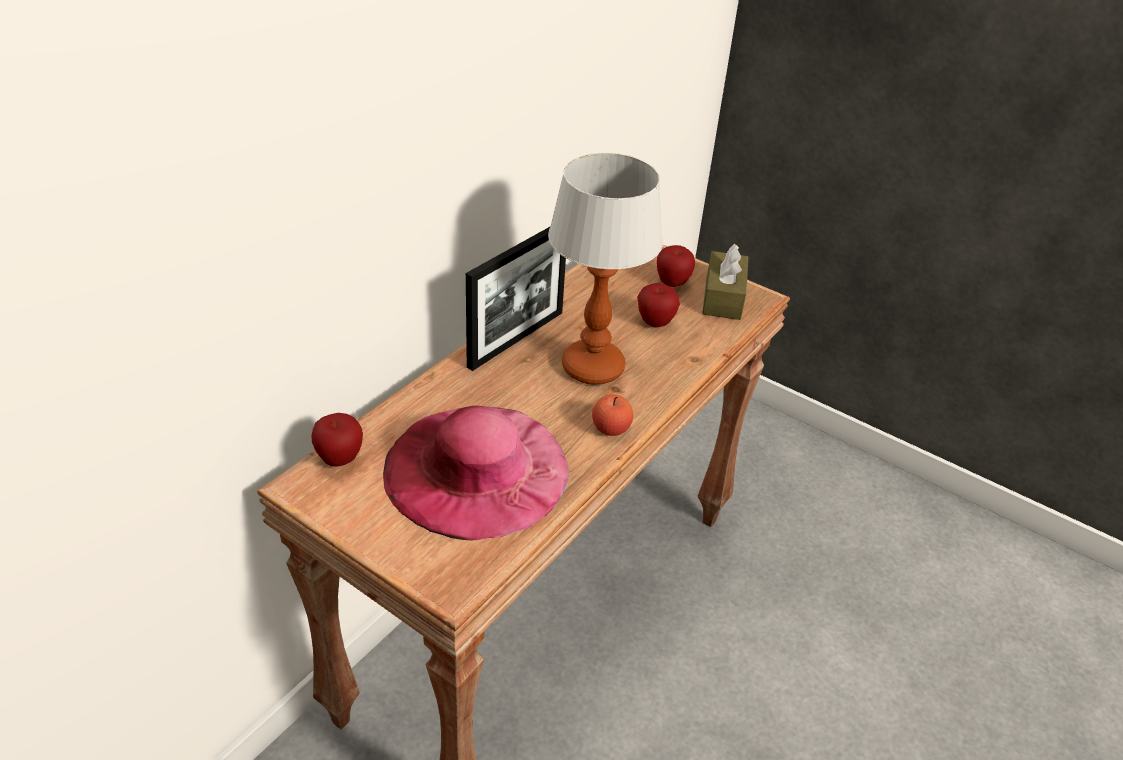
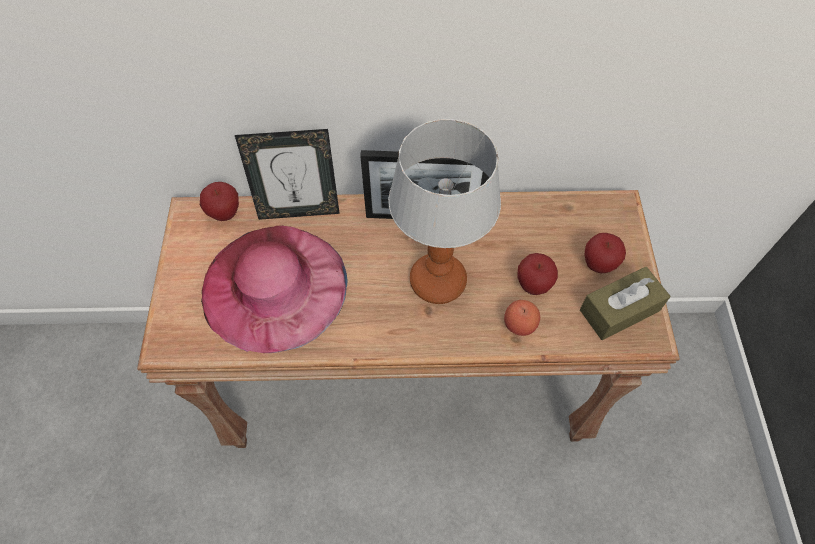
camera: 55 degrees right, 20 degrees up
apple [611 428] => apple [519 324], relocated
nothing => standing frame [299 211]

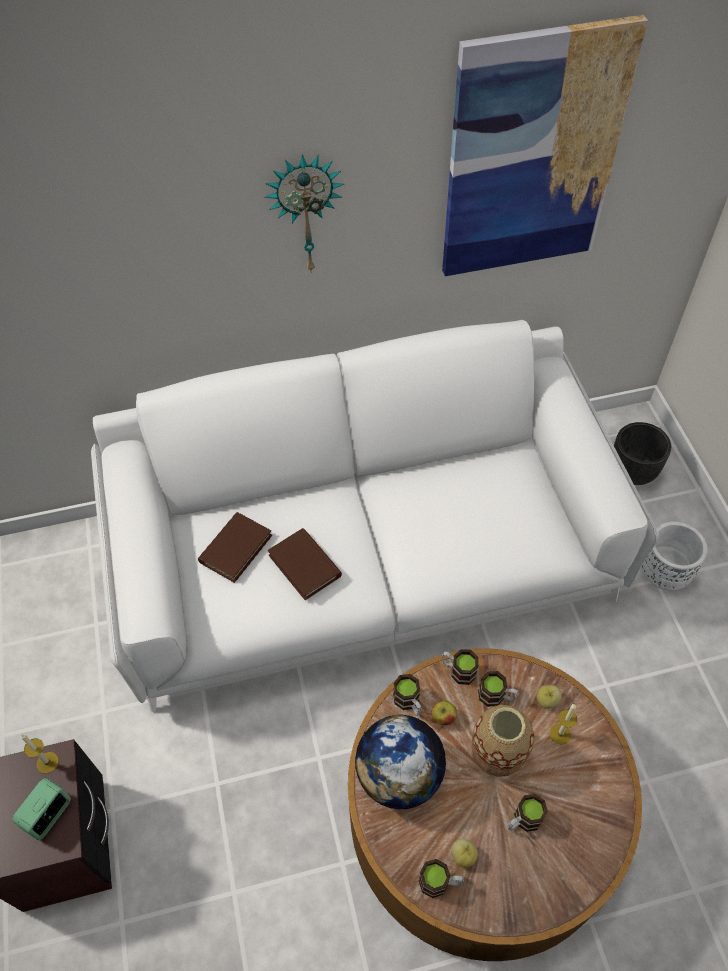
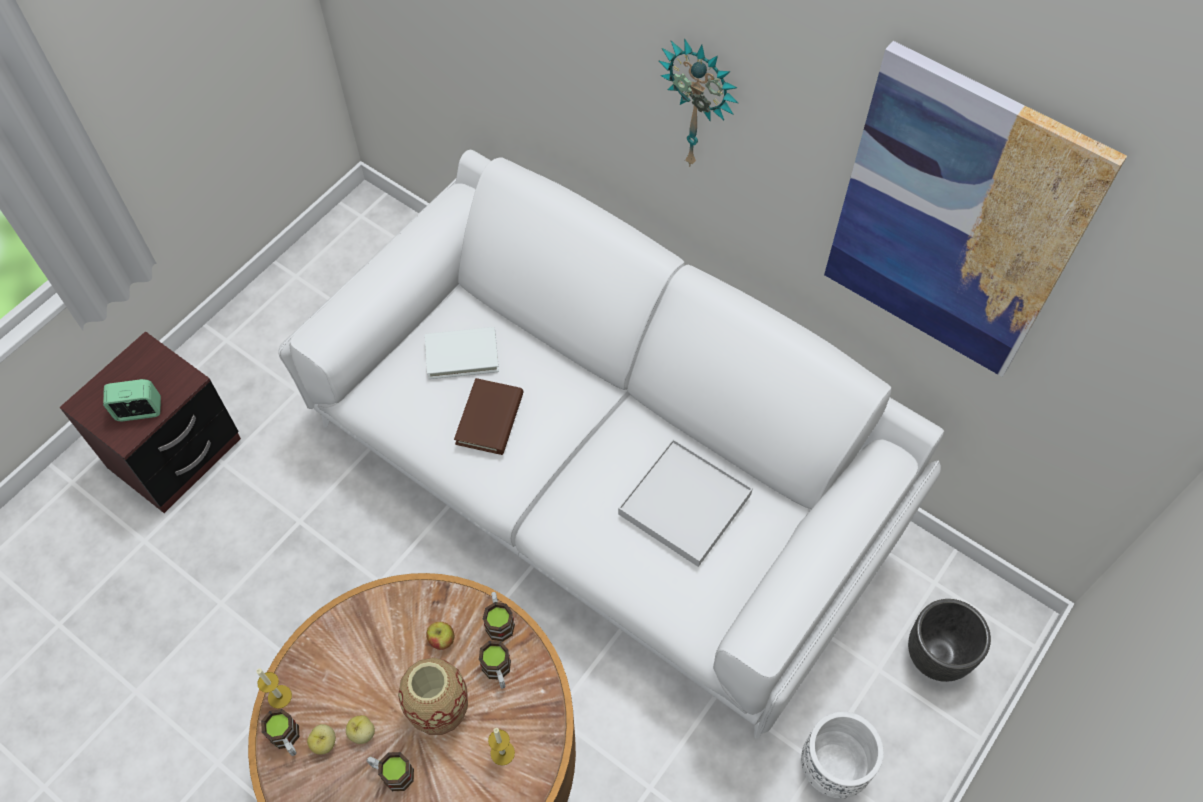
camera: 50 degrees right, 5 degrees up
wax candle [47 762] => wax candle [279 696], relocated
brownish volume [235 549] => white-coloured volume [462 355]
world globe [399 775] => nothing
tea mug [409 702] => nothing
apple [547 701] => apple [362 733], relocated
nothing => white-coloured serving tray [684 504]

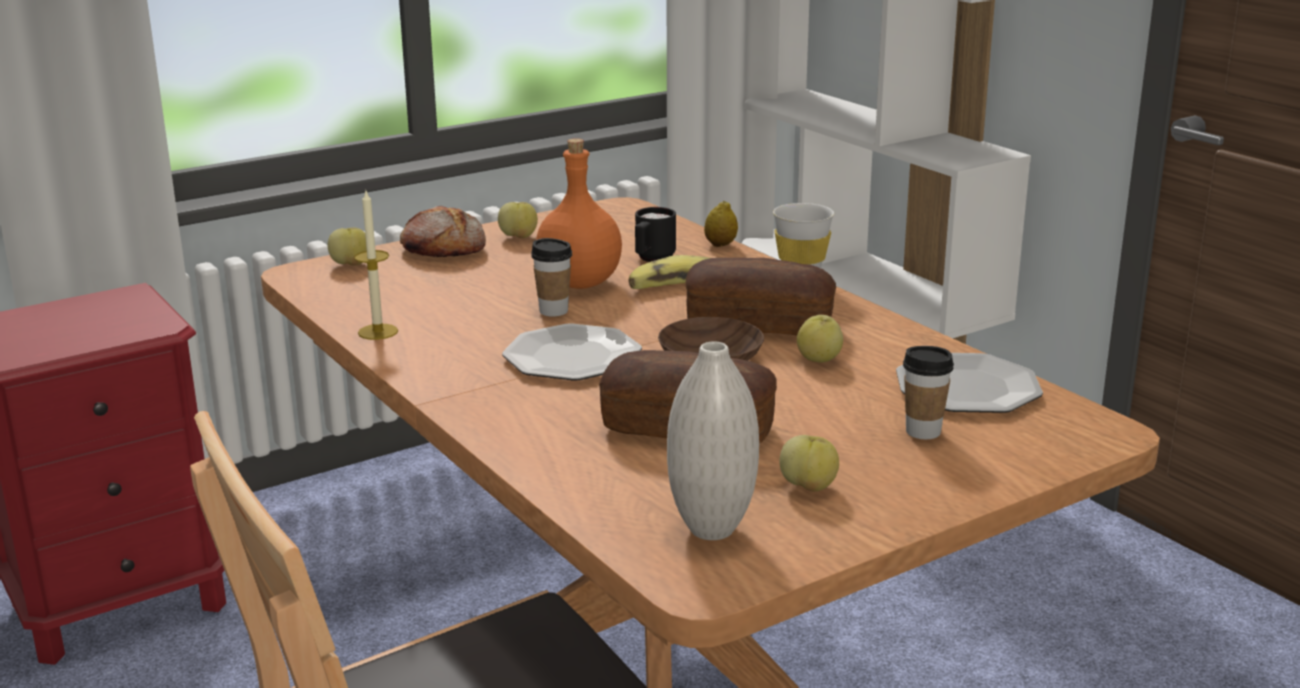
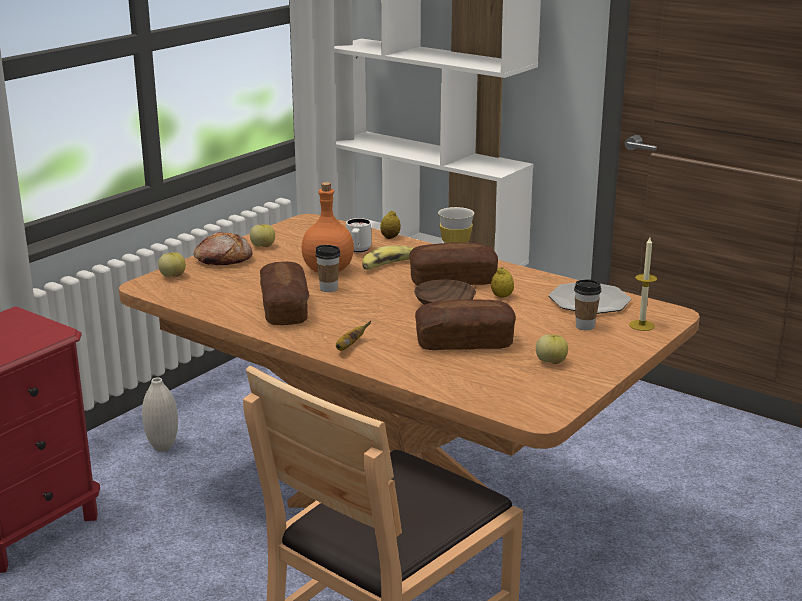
camera: 20 degrees left, 0 degrees up
wax candle [378 332] => wax candle [641 325], relocated
dinner plate [572 357] => nothing
blackish tea mug [652 259] => white-coloured tea mug [358 251]
white-coloured flower vase [712 529] => white-coloured flower vase [163 447], relocated
apple [819 359] => whole lemon [502 296]
nothing => bread [284 309]
nothing => banana [349 346]

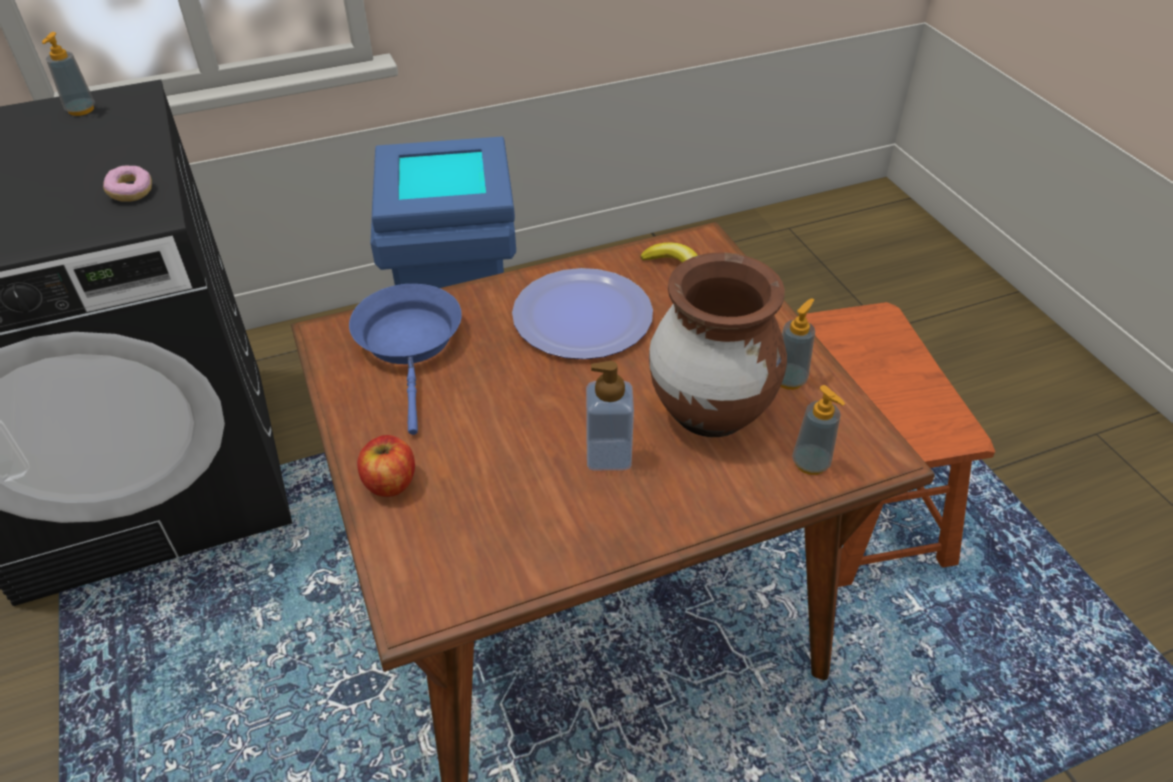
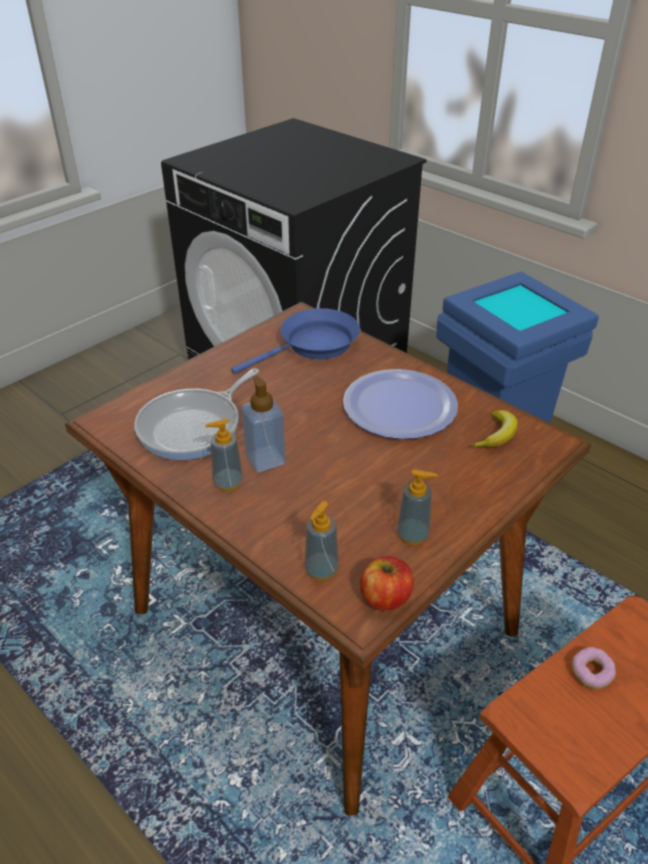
camera: 65 degrees right, 5 degrees down
soap dispenser [81 110] => soap dispenser [228 483], relocated
ring doughnut [131 192] => ring doughnut [591 673], relocated
apple [390 482] => apple [385 597], relocated
brownish flower vase [709 412] => nothing
nothing => frying pan [194 427]

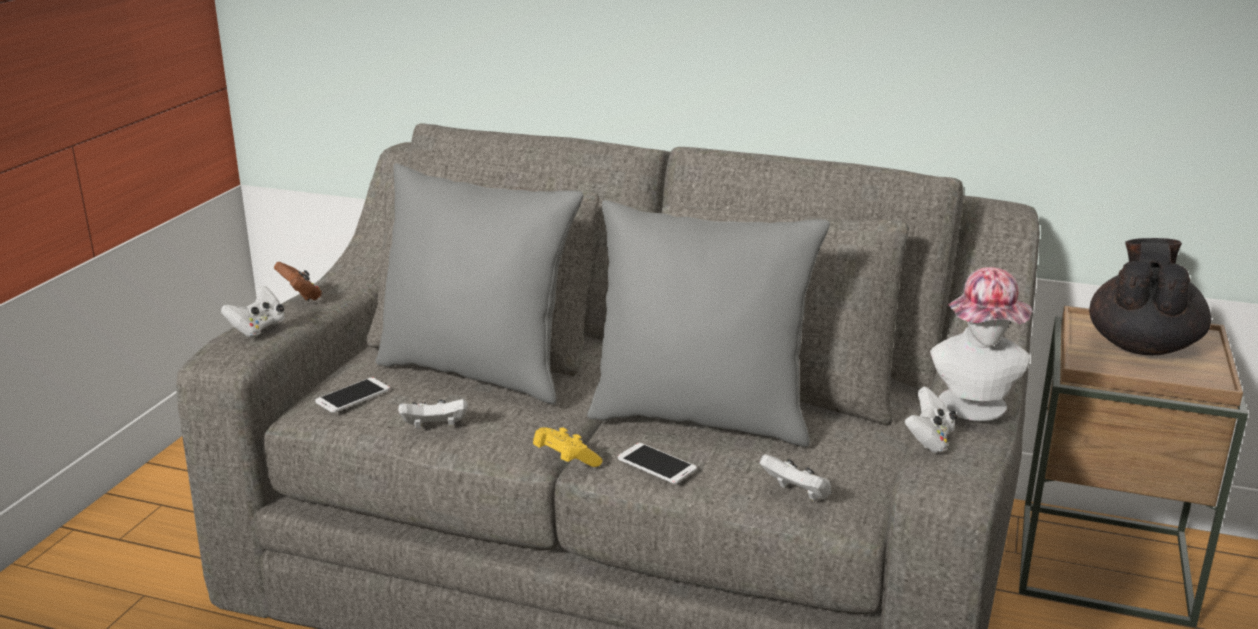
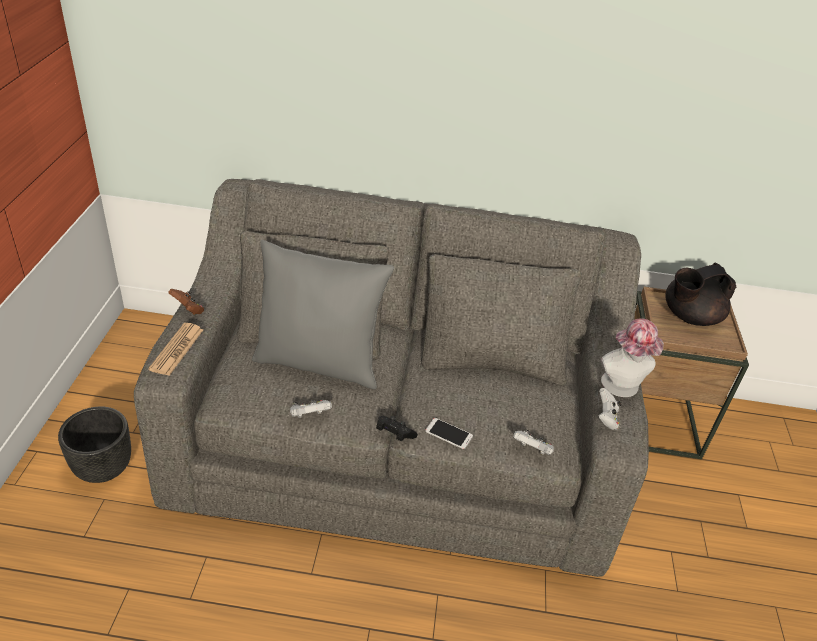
camera: 15 degrees left, 15 degrees up
white-coloured gamepad [258 328] => printed paper [177 349]
handset [353 396] => nothing
yellowish gamepad [565 460] => blackish gamepad [394 434]
gray pillow [701 417] => nothing
blackish tea pot [1142 345] => blackish tea pot [689 317], 120 degrees counterclockwise
nothing => blackish flower pot [103 468]

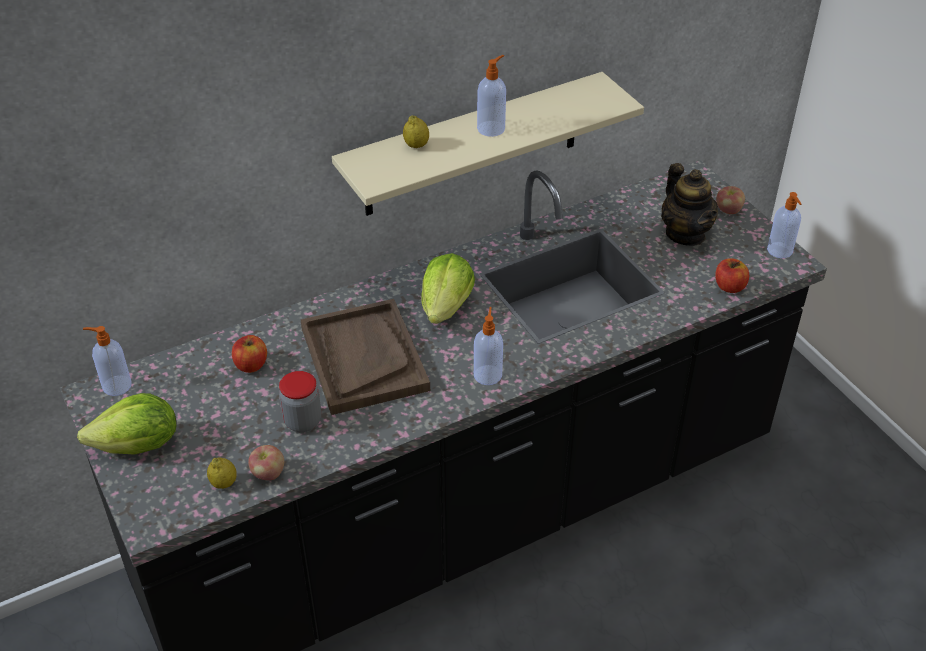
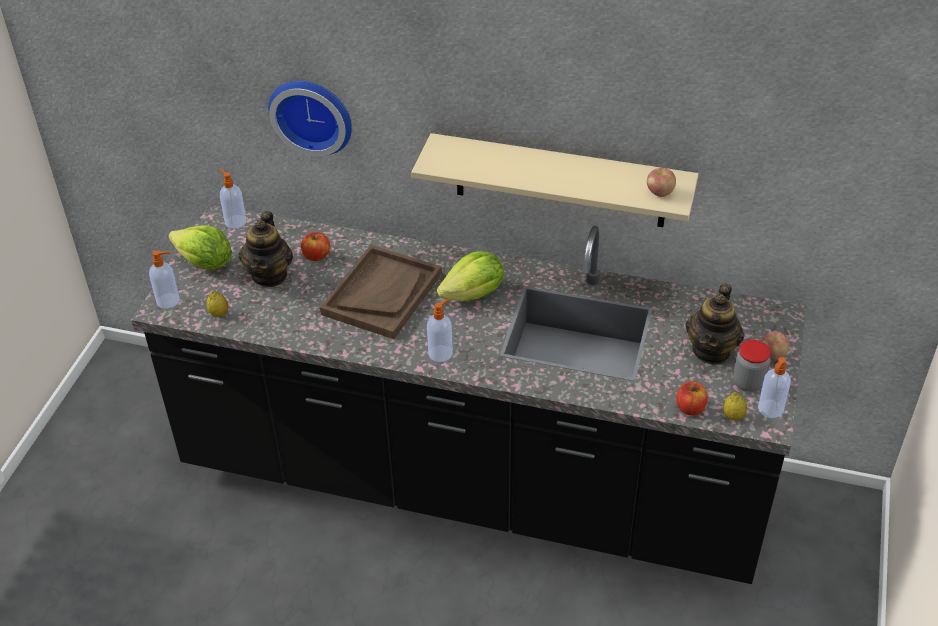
camera: 45 degrees right, 0 degrees up
apple [268 473] => apple [660 192], relocated
preserve jar [302 421] => preserve jar [748 382], relocated
whole lemon [416 145] => whole lemon [733 416], relocated
soap dispenser [491 128] => soap dispenser [169 301], relocated
nothing => tea pot [270 275]
nothing => clock on the wall [312 114]

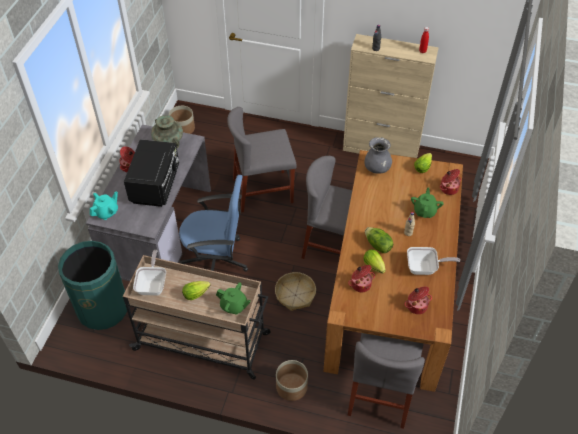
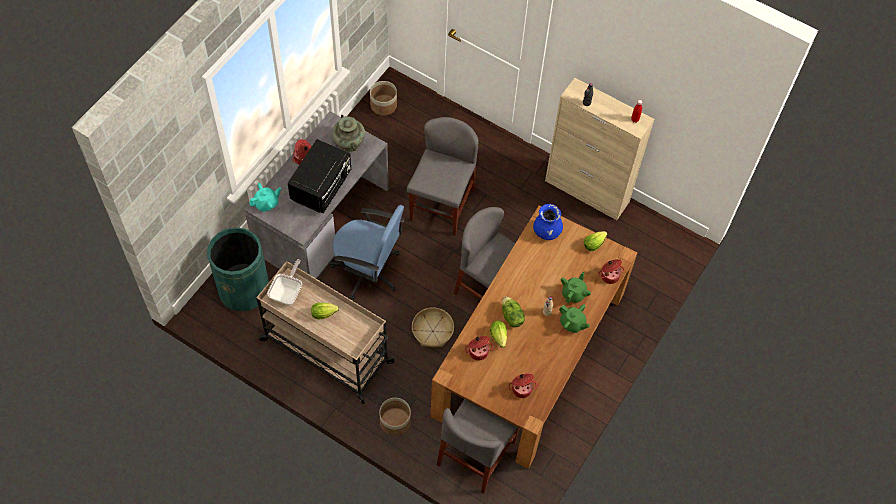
camera: 15 degrees right, 10 degrees up
greenish tea pot [234 306] => greenish tea pot [572 323], relocated
gray upright chair [263 191] => gray upright chair [442 205], 105 degrees clockwise
gray flower vase [377 168] => bluish flower vase [547 231]
frying pan [424 268] => nothing

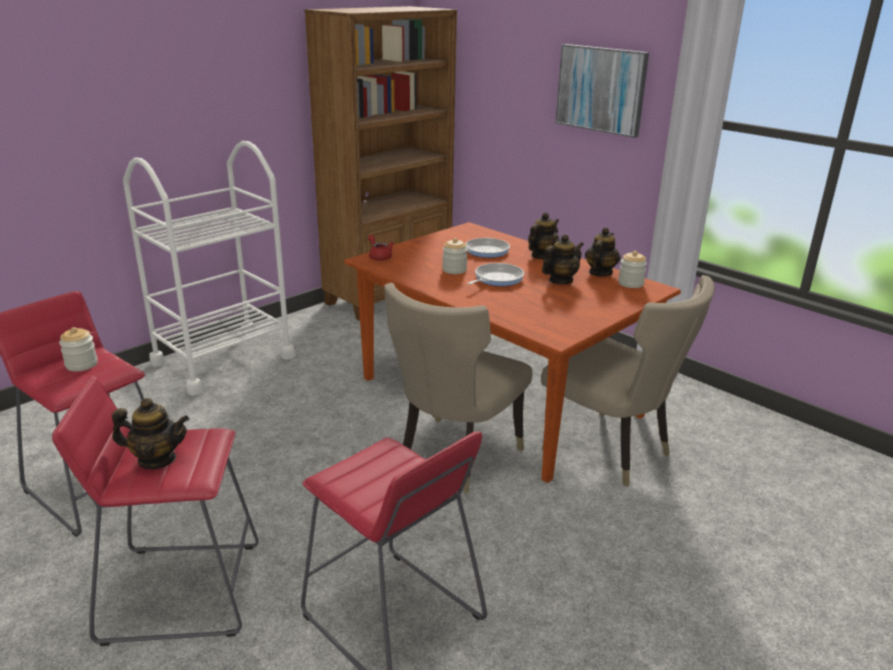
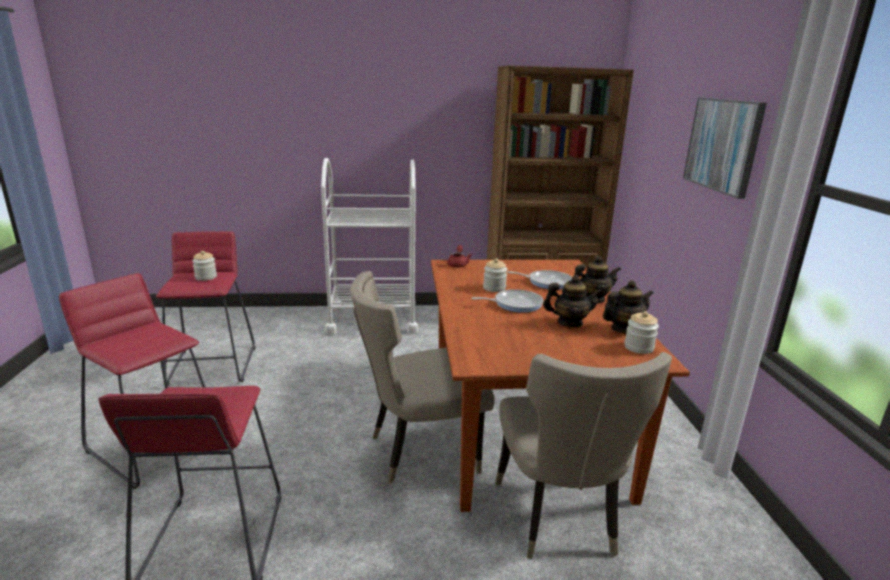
camera: 40 degrees right, 5 degrees down
tea pot [157 459] => nothing

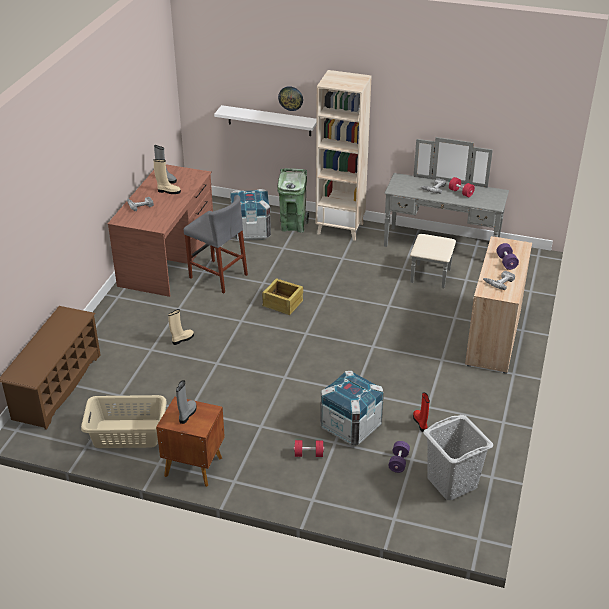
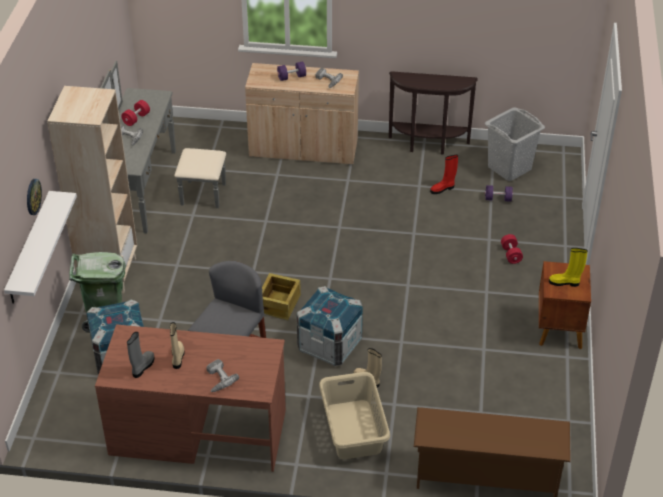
camera: 100 degrees left, 5 degrees up
beige washing basket [127 433] => beige washing basket [353 430], relocated
gray boot [187 414] => yellowish boot [565 282]
packing crate [350 426] => packing crate [329 345], relocated
nothing => brownish console table [428 145]

